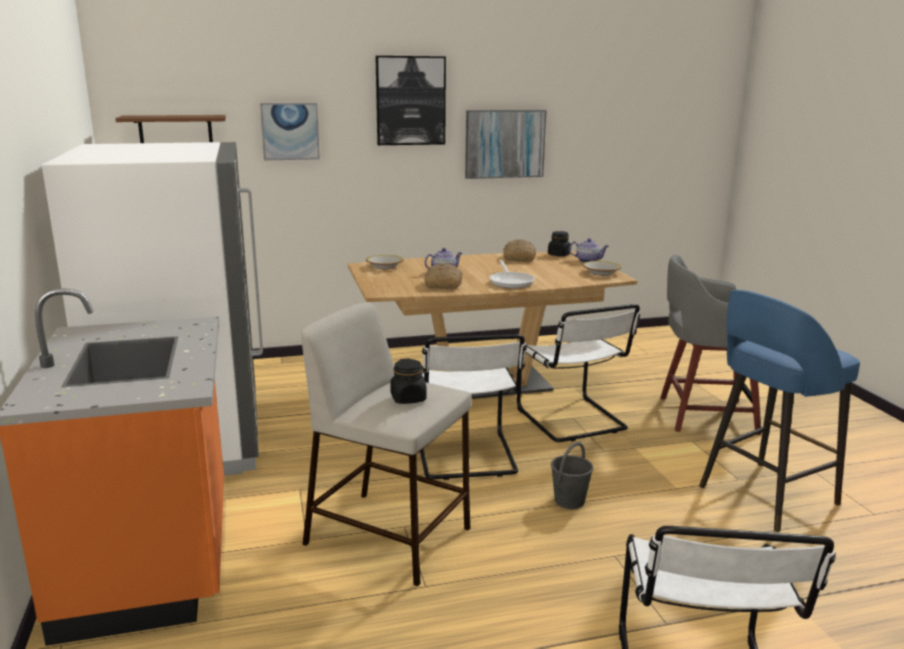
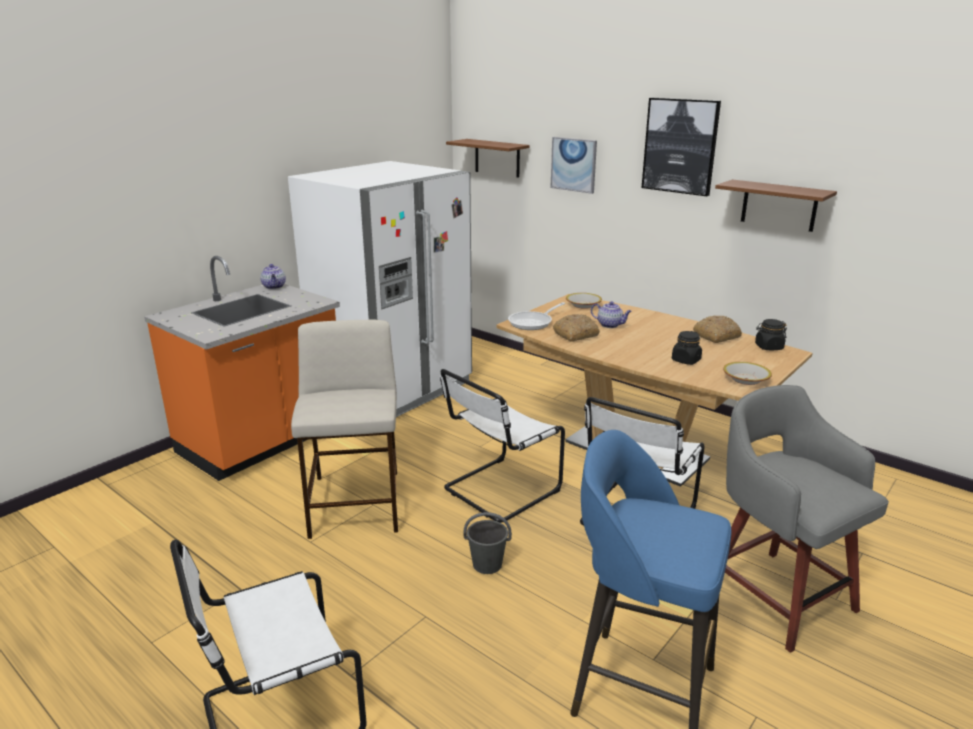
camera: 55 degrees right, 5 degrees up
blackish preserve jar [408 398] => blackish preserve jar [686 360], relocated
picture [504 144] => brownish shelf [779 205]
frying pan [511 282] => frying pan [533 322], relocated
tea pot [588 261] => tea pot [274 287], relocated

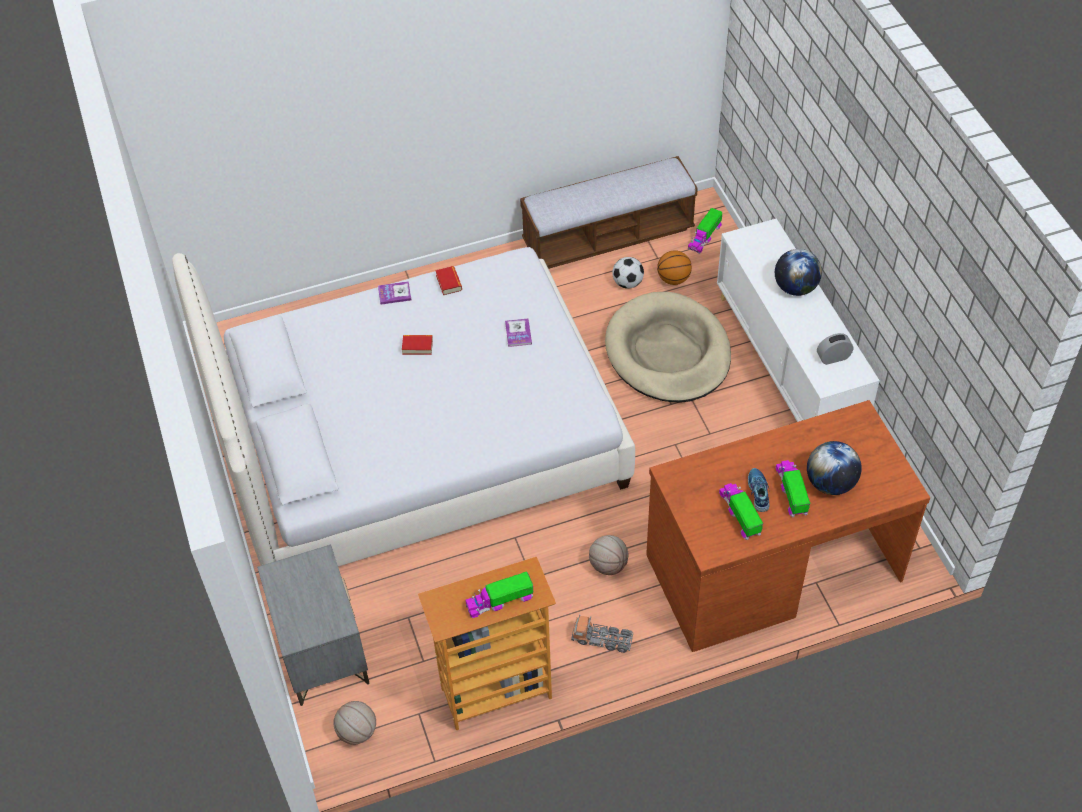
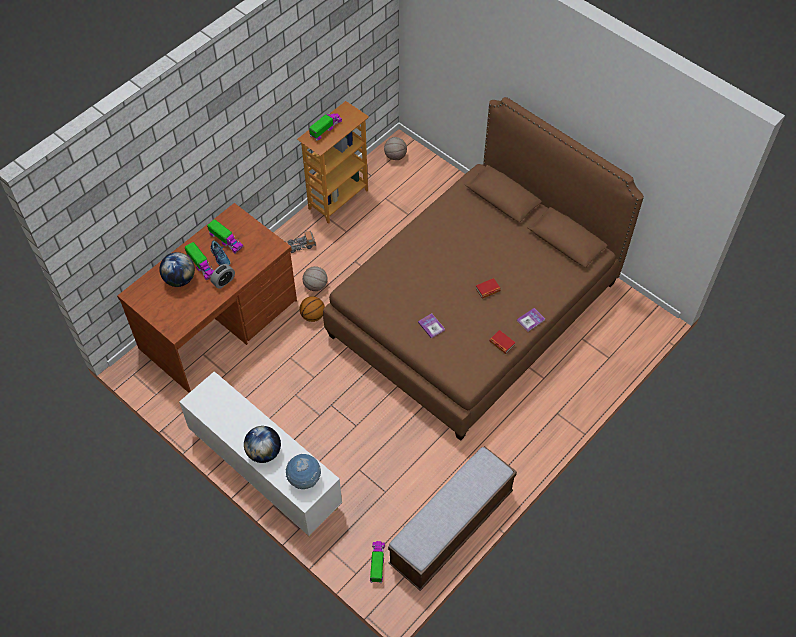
camera: 150 degrees right, 5 degrees up
white-coloured bedroom bed [417 443] => brownish bedroom bed [474 308]
gray nightstand [321 651] => nothing
beige dog bed [668 352] => nothing
football [627 283] => nothing
basketball ball [673 279] => basketball ball [313 316], relocated
bedside clock [833 357] => bedside clock [224 281], relocated
nothing => world globe [304 479]

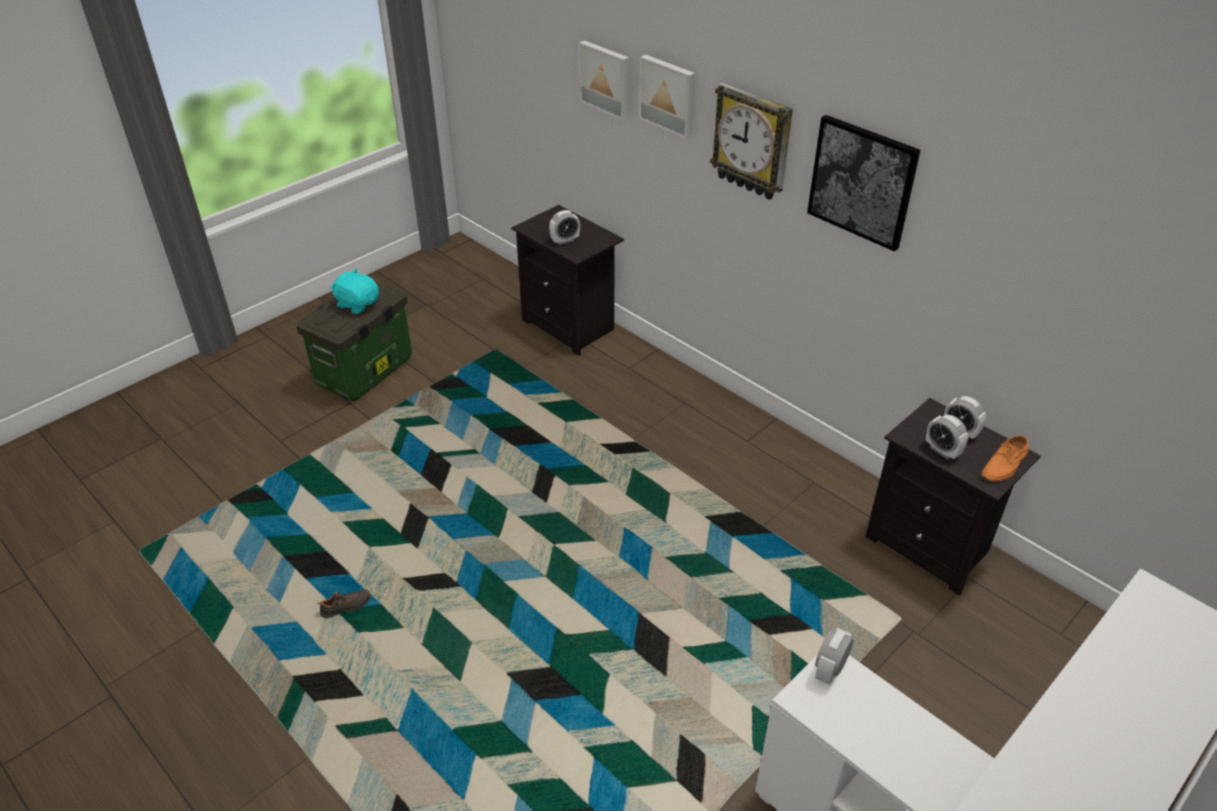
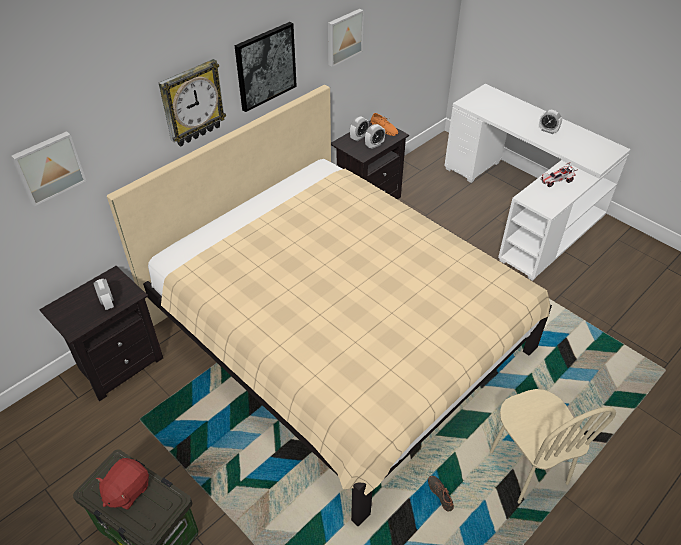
camera: 90 degrees left, 5 degrees up
turquoise-coloured soft toy [357 304] => red-coloured soft toy [127 490]
picture [668 95] => picture [343 36], relocated
bedside clock [830 670] => bedside clock [548 130], relocated
nothing => beige bedroom bed [339 337]
nothing => beige upright chair [527 468]
nothing => miniature car [556 181]

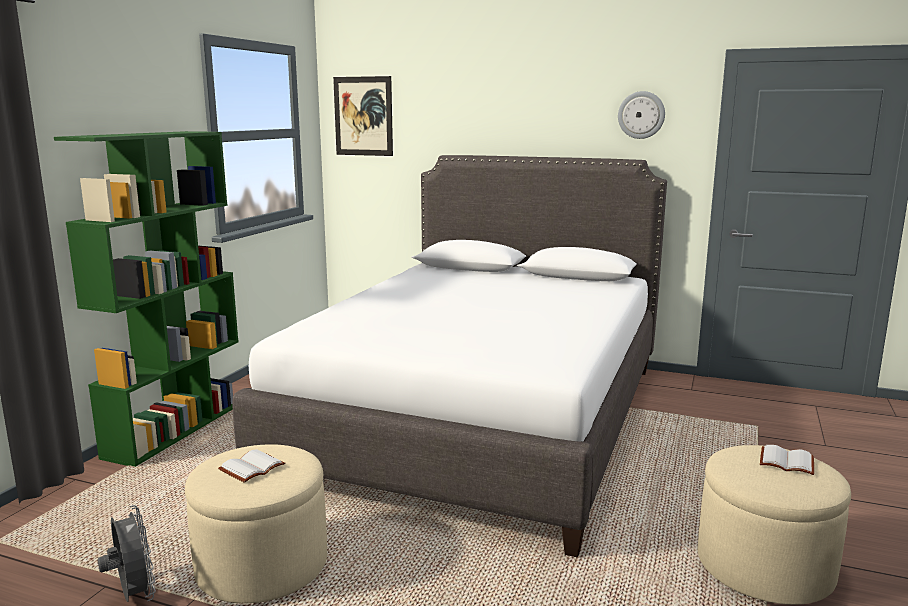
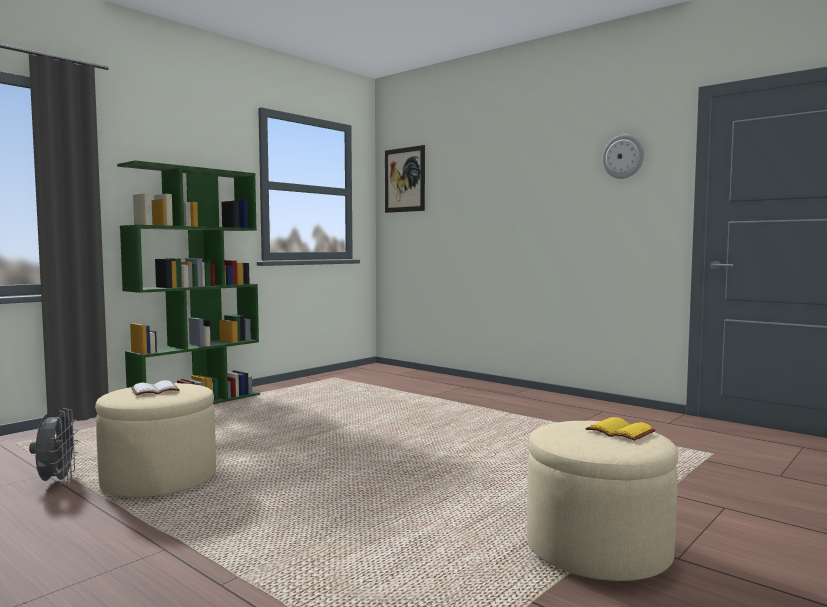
camera: 20 degrees right, 10 degrees down
white-coloured bedroom bed [481 418] => nothing
white-coloured volume [785 462] => yellowish volume [618 432]

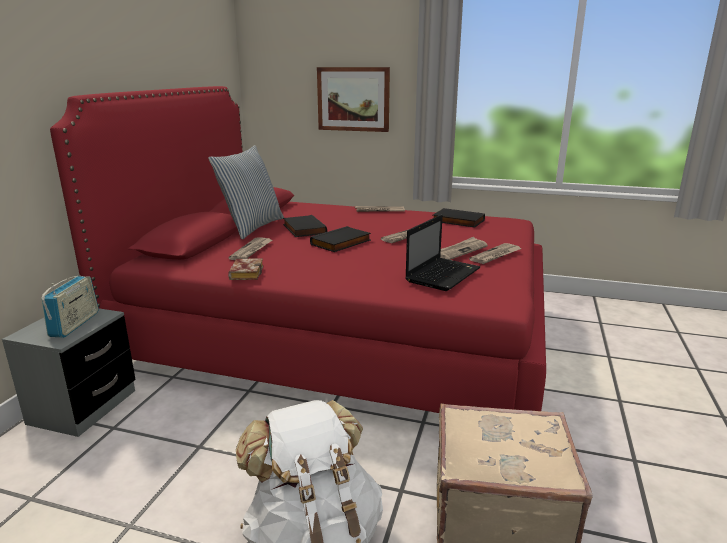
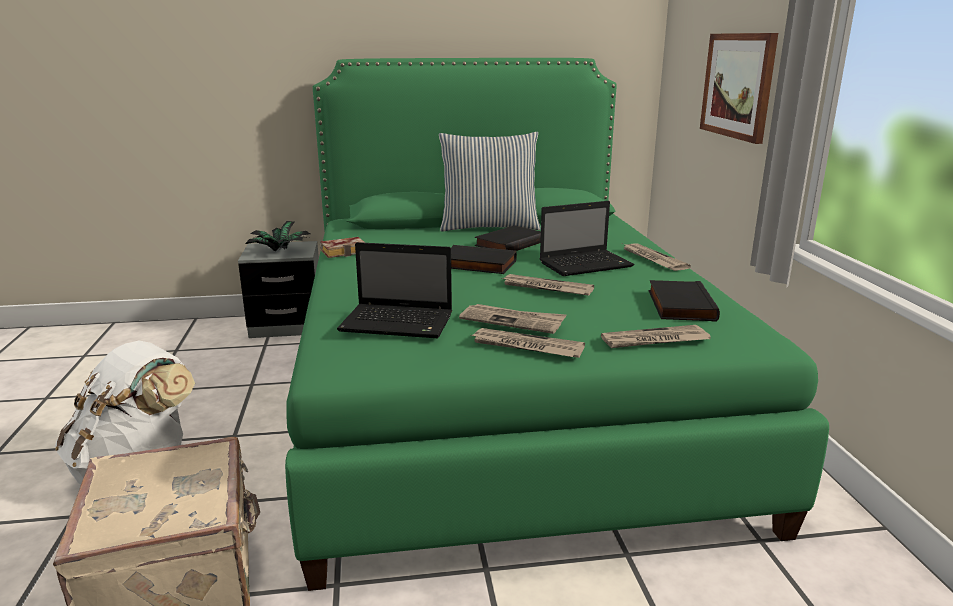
camera: 65 degrees right, 0 degrees up
radio [75 324] => houseplant [280 252]
red-coloured bedroom bed [342 337] => greenish bedroom bed [499 395]
printed paper [252 250] => printed paper [654 340], relocated
nothing => notebook computer [587 264]

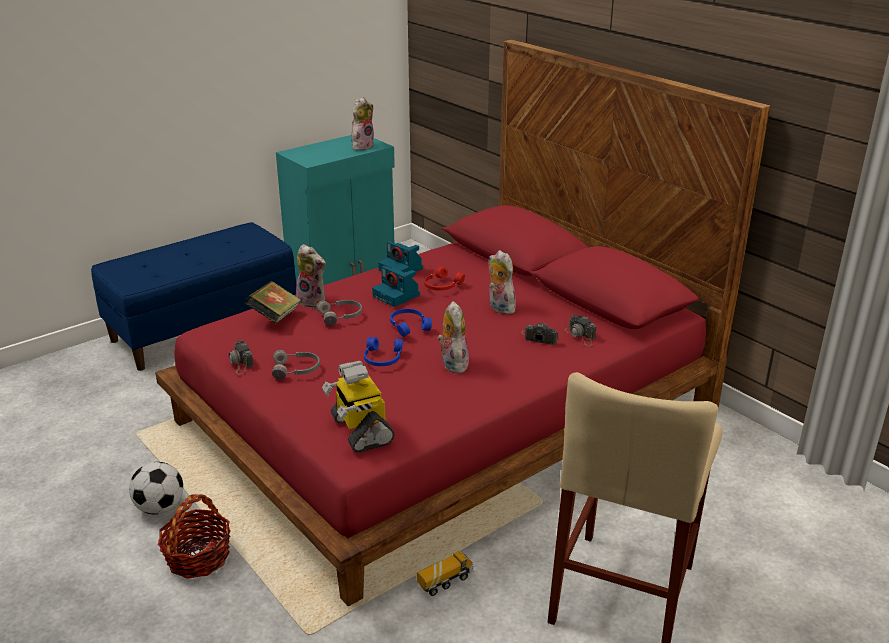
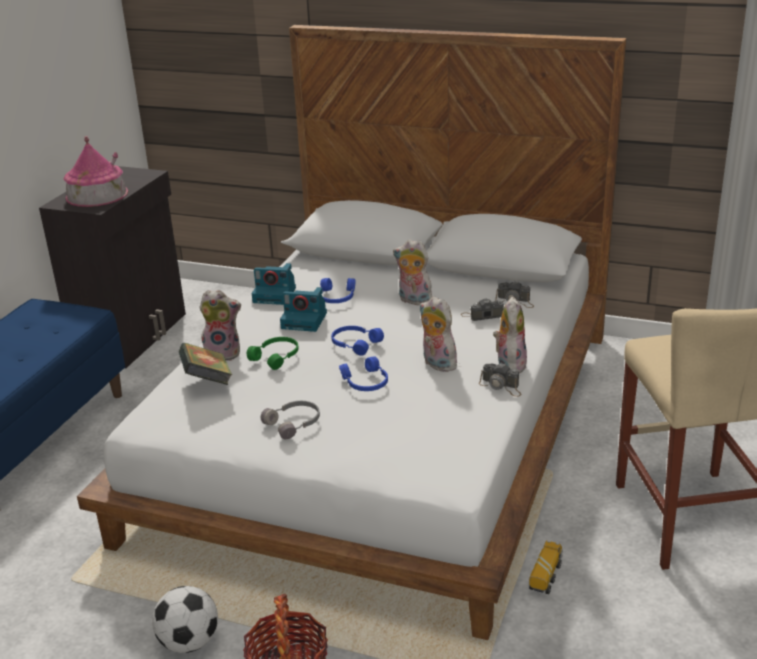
camera: 30 degrees left, 0 degrees up
red-coloured bedroom bed [445 414] => white-coloured bedroom bed [385 430]
photo camera [240 363] => photo camera [501 386], relocated
turquoise-coloured storage cabinet [343 276] => blackish storage cabinet [133 335]
gray headphones [341 316] => greenish headphones [276 357]
toy robot [360 430] => nothing
soft toy [362 146] => soft toy [509 364], relocated
red-coloured headphones [442 286] => bluish headphones [336 297]
nothing => miniature house [97 195]

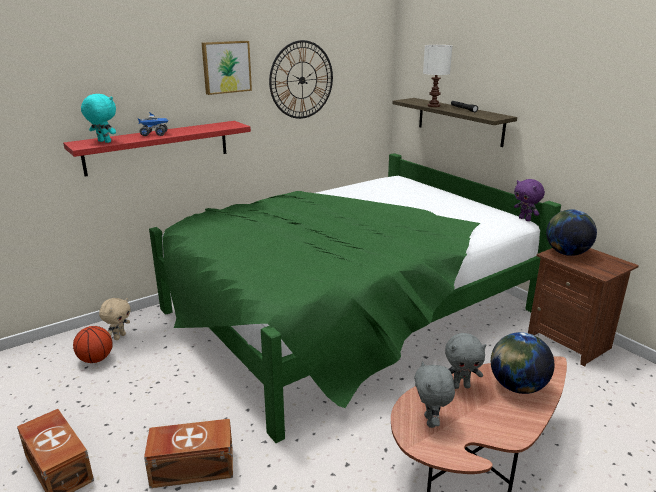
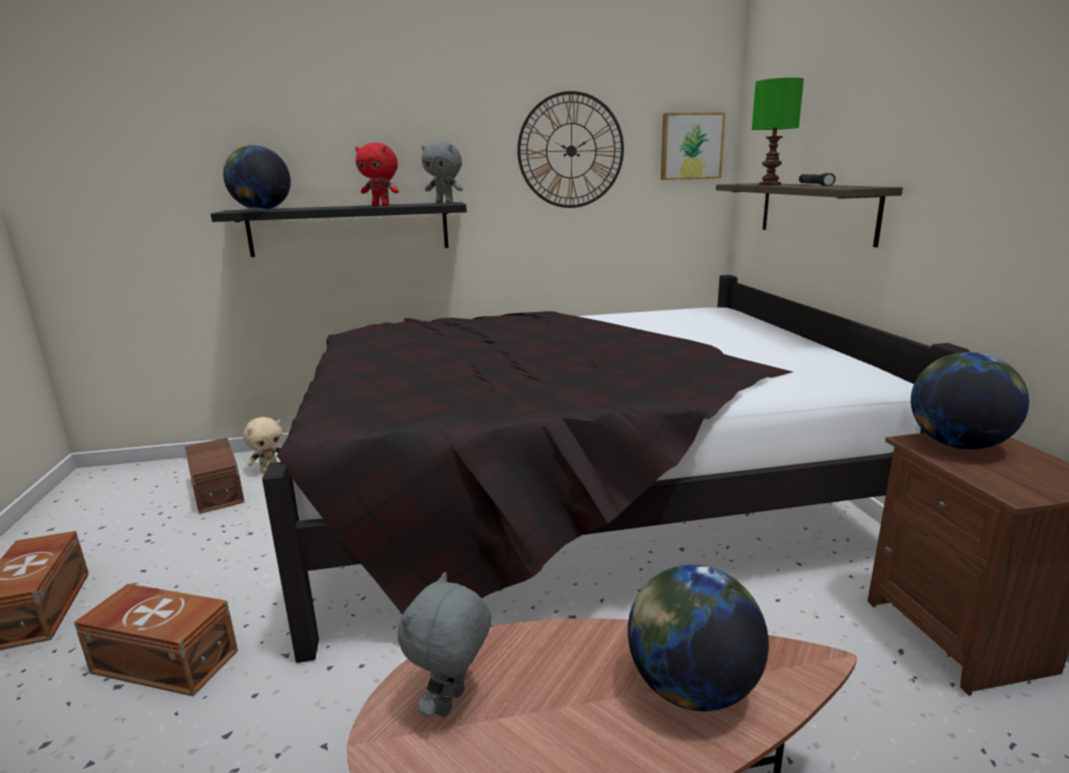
camera: 25 degrees right, 5 degrees down
red-coloured shelf [158 147] => blackish shelf [349 229]
basketball ball [96 359] => brownish storage box [218 490]
turquoise-coloured soft toy [103 142] => world globe [262 210]
model truck [154 134] => nothing
greenish bedroom bed [349 312] => blackish bedroom bed [574 497]
picture [226 67] => picture [691 146], relocated
white-coloured tabletop lamp [433 106] => greenish tabletop lamp [769 185]
gray soft toy [461 386] => gray soft toy [445 203], relocated
purple-coloured soft toy [525 219] => nothing
nothing => red-coloured soft toy [381 206]

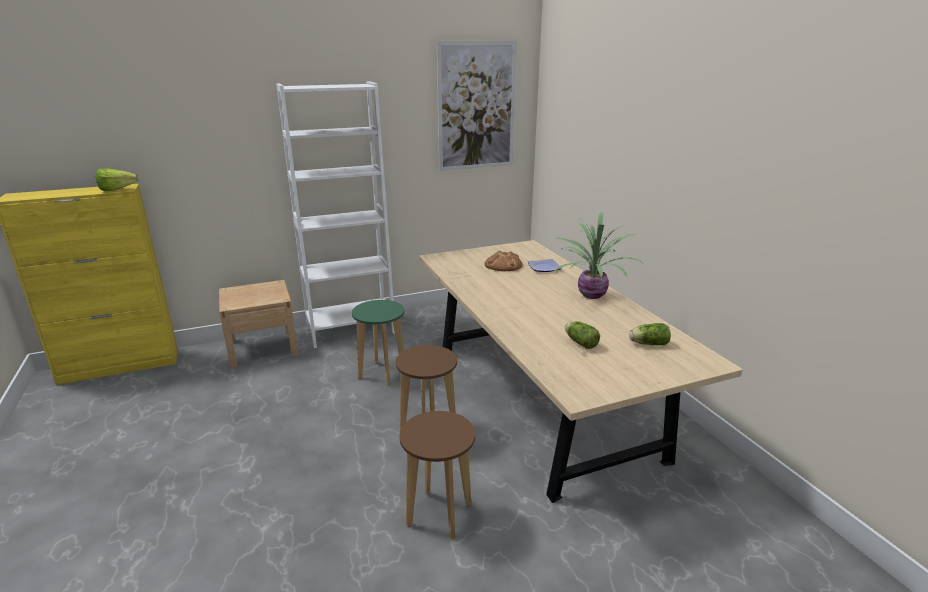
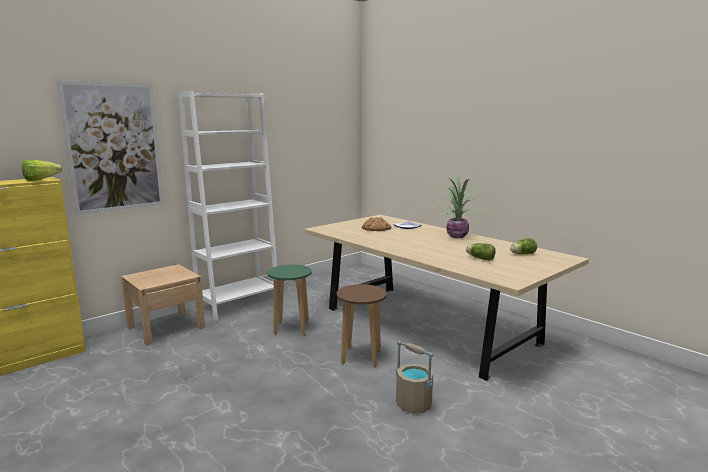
camera: 20 degrees left, 10 degrees down
brownish sitting stool [438 514] => beige water bucket [413 404]
picture [476 107] => picture [114 147], relocated

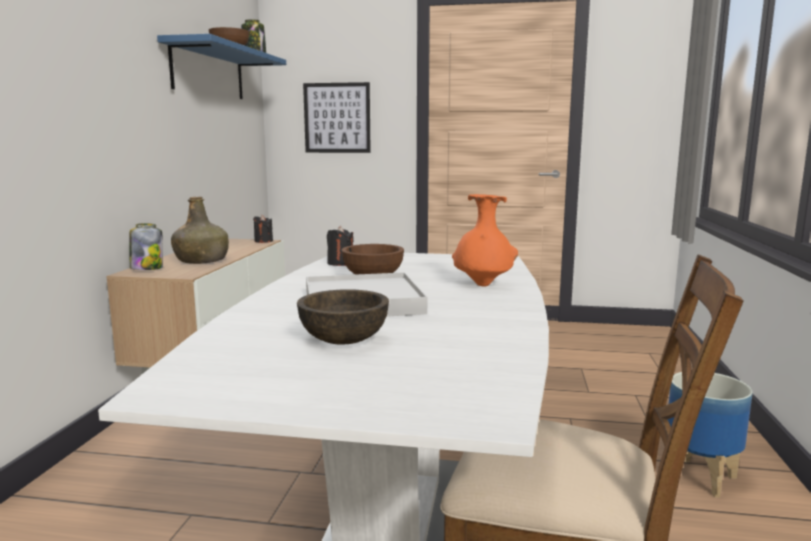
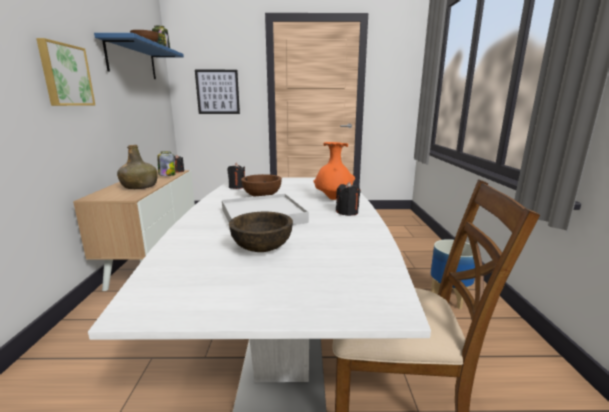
camera: 10 degrees left, 5 degrees up
preserve jar [147 268] => preserve jar [167 175], relocated
nothing => picture [65 75]
nothing => blackish wax candle [347 212]

